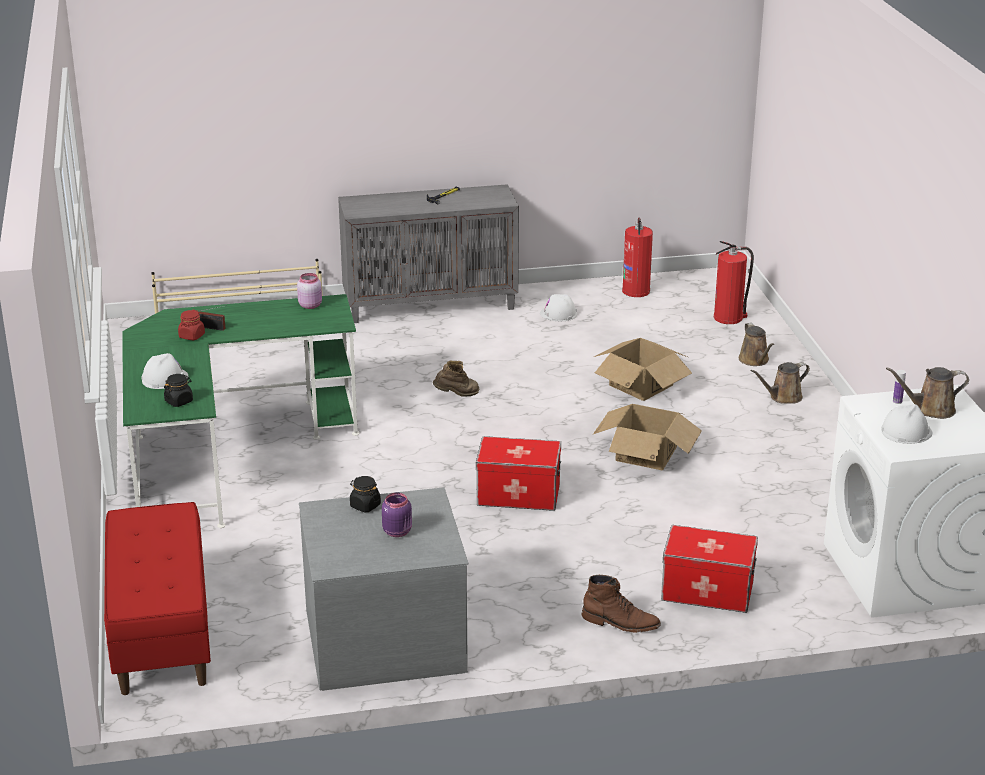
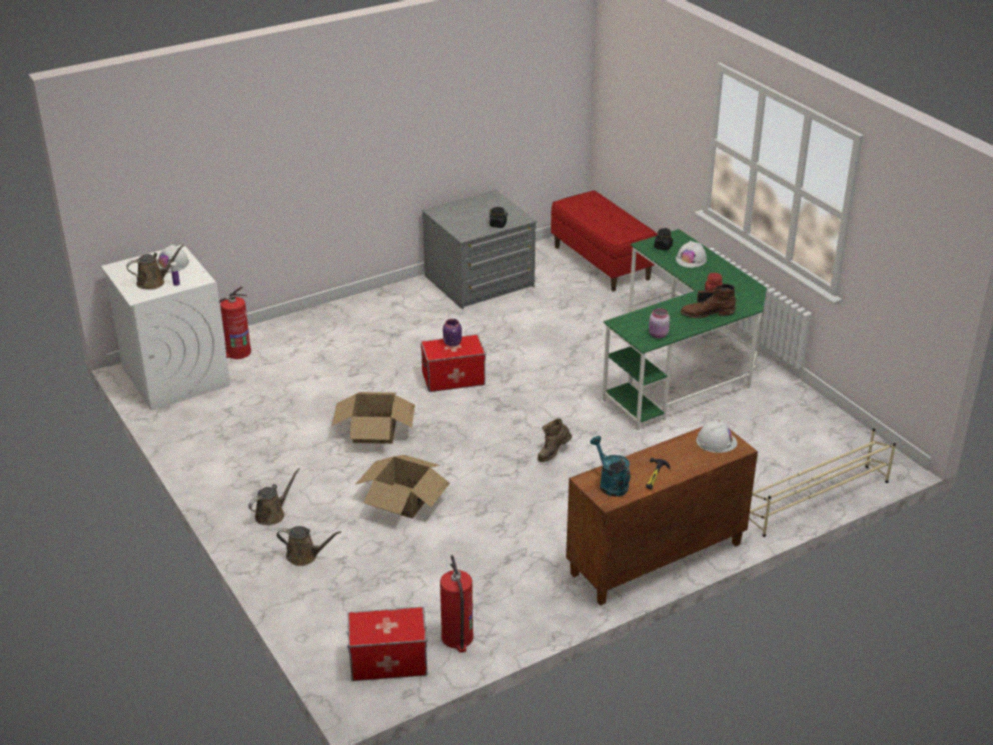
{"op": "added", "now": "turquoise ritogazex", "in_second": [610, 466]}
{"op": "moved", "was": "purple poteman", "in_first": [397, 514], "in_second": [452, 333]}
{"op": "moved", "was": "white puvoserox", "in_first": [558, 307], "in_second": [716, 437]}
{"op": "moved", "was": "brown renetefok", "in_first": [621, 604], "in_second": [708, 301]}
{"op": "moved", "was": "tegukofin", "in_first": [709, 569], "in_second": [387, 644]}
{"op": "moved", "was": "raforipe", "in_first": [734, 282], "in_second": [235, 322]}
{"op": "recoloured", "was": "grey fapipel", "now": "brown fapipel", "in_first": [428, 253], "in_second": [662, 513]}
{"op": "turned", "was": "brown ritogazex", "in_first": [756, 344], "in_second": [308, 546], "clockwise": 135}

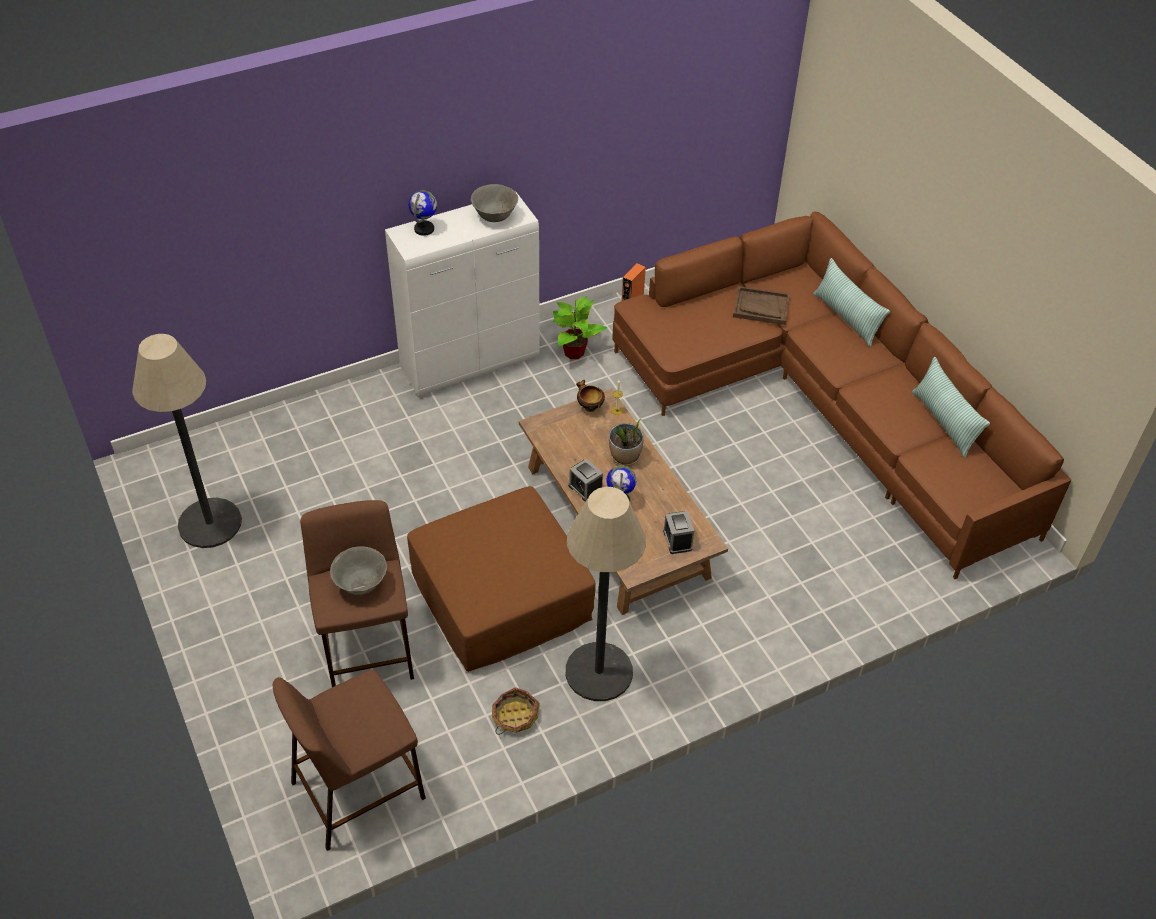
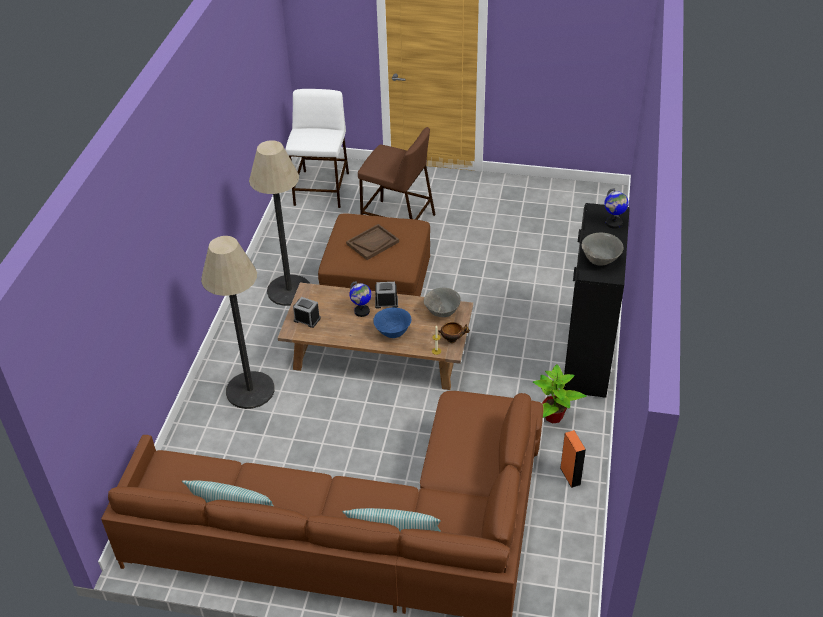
{"op": "removed", "was": "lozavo", "in_first": [516, 711]}
{"op": "moved", "was": "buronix", "in_first": [187, 441], "in_second": [238, 322]}
{"op": "moved", "was": "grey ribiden", "in_first": [358, 570], "in_second": [442, 302]}
{"op": "moved", "was": "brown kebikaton", "in_first": [761, 305], "in_second": [372, 242]}
{"op": "replaced", "was": "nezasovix", "now": "blue ribiden", "in_first": [626, 442], "in_second": [392, 323]}
{"op": "recoloured", "was": "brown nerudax", "now": "white nerudax", "in_first": [349, 760], "in_second": [317, 148]}
{"op": "recoloured", "was": "white fapipel", "now": "black fapipel", "in_first": [462, 294], "in_second": [596, 300]}

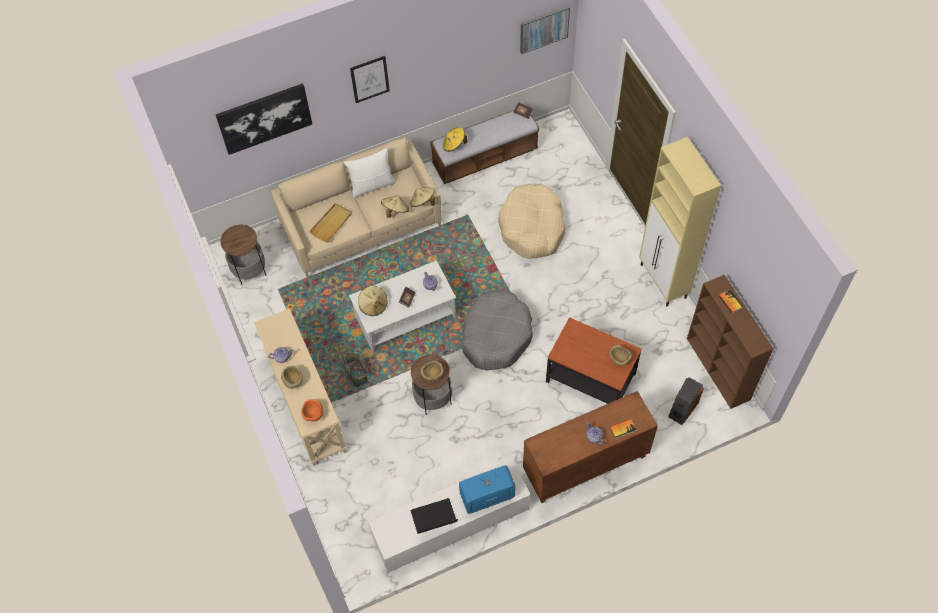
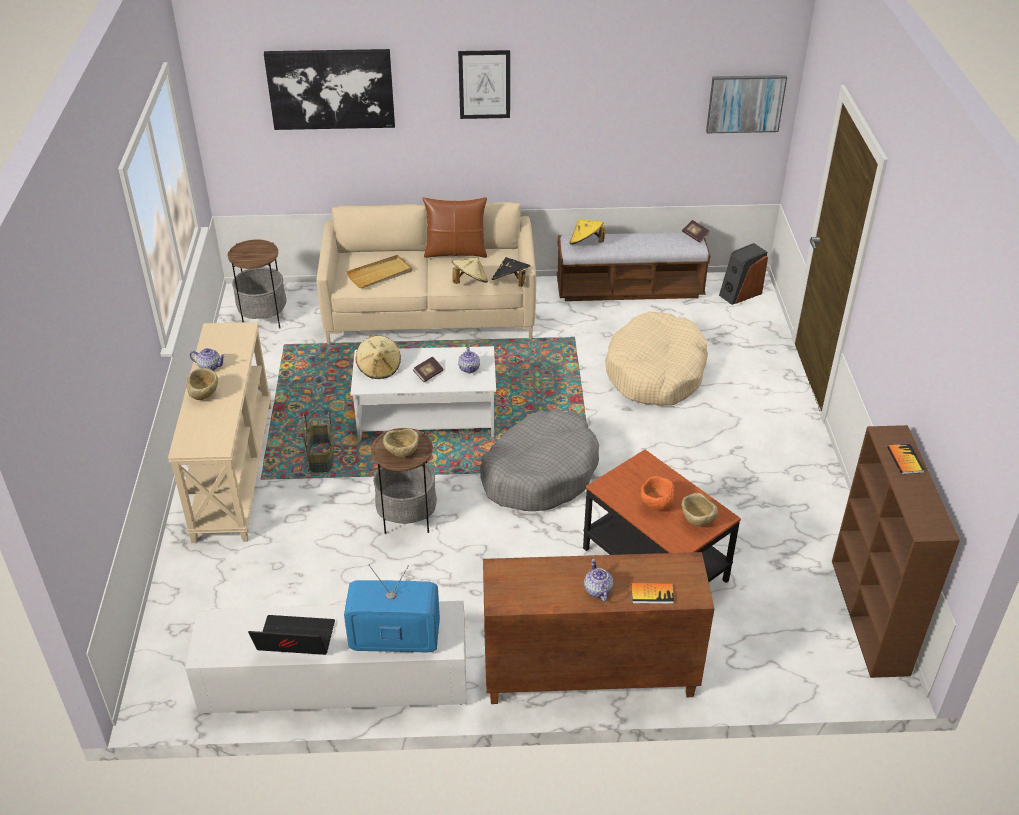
{"op": "removed", "was": "beige fapipel", "in_first": [680, 221]}
{"op": "moved", "was": "orange ribiden", "in_first": [312, 410], "in_second": [658, 493]}
{"op": "moved", "was": "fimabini", "in_first": [686, 401], "in_second": [743, 274]}
{"op": "recoloured", "was": "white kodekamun", "now": "brown kodekamun", "in_first": [369, 172], "in_second": [454, 227]}
{"op": "recoloured", "was": "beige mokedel", "now": "black mokedel", "in_first": [422, 197], "in_second": [511, 272]}

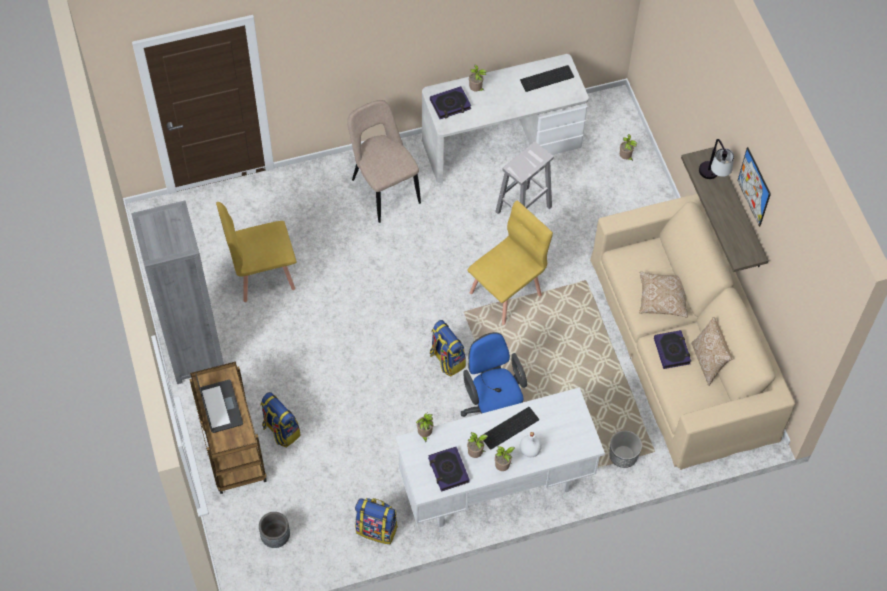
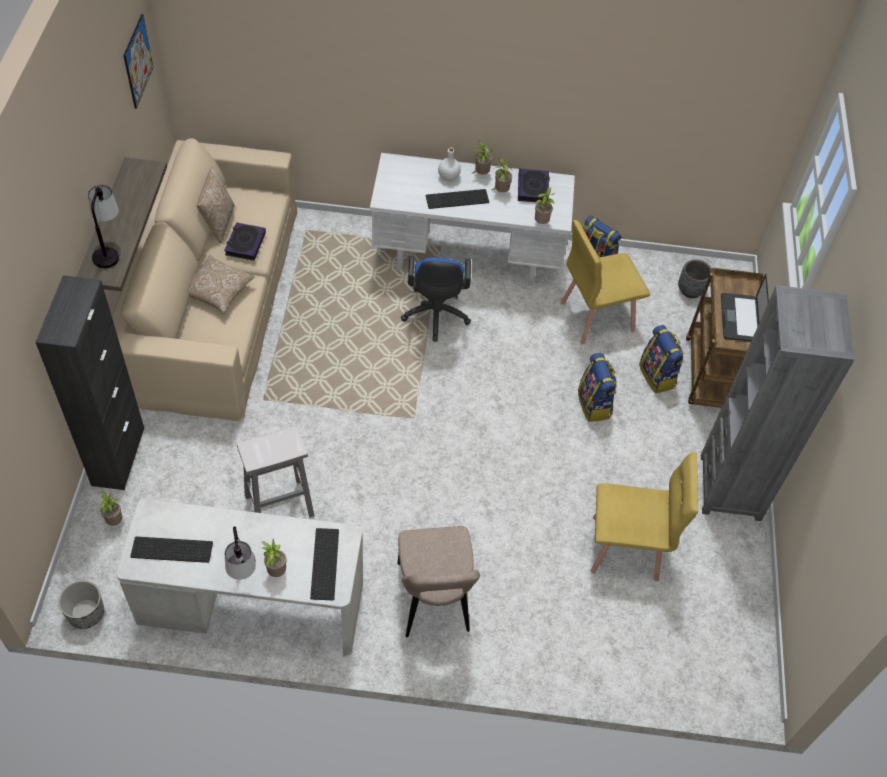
{"op": "added", "now": "black fapipel", "in_second": [89, 382]}
{"op": "added", "now": "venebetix", "in_second": [240, 553]}
{"op": "moved", "was": "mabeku", "in_first": [448, 348], "in_second": [597, 387]}
{"op": "moved", "was": "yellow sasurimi", "in_first": [510, 262], "in_second": [605, 282]}
{"op": "moved", "was": "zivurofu", "in_first": [625, 449], "in_second": [81, 604]}
{"op": "moved", "was": "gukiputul", "in_first": [754, 187], "in_second": [138, 61]}
{"op": "replaced", "was": "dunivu", "now": "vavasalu", "in_first": [450, 102], "in_second": [324, 564]}

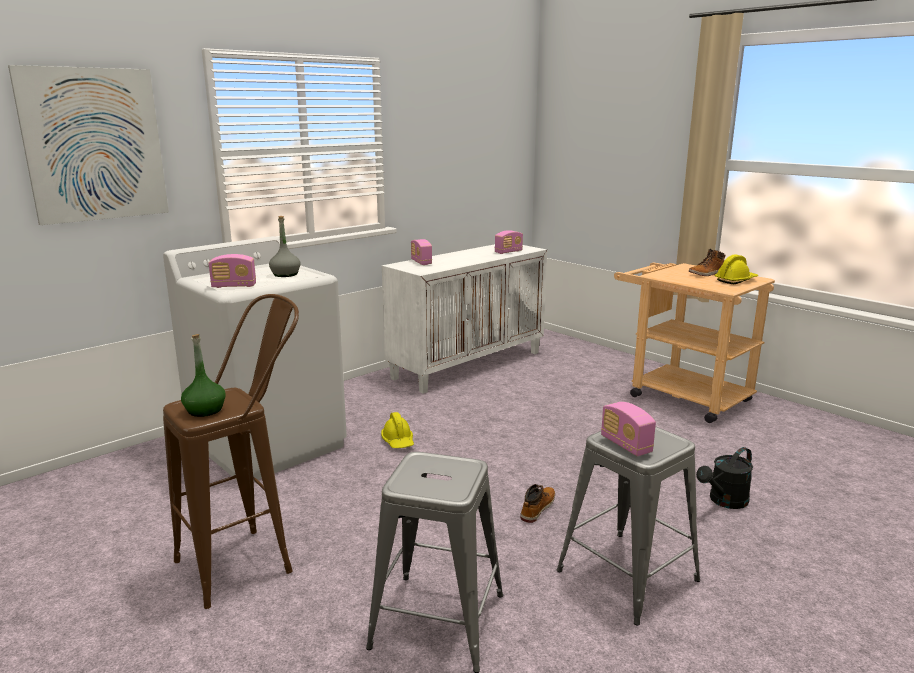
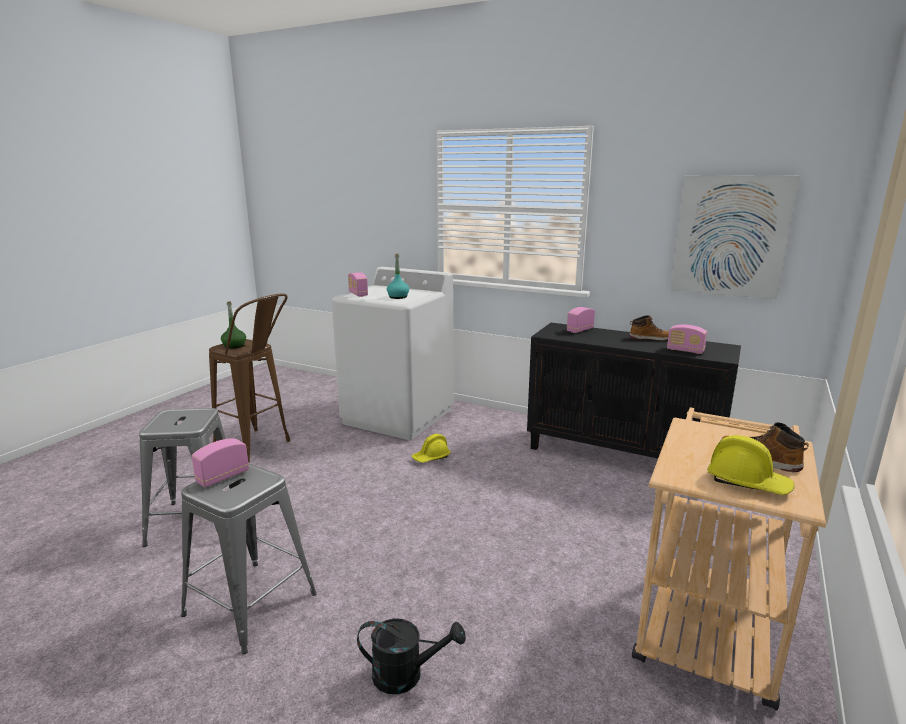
{"op": "moved", "was": "gukiputul", "in_first": [88, 145], "in_second": [735, 237]}
{"op": "moved", "was": "renetefok", "in_first": [537, 503], "in_second": [649, 328]}
{"op": "recoloured", "was": "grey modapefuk", "now": "turquoise modapefuk", "in_first": [285, 246], "in_second": [398, 276]}
{"op": "recoloured", "was": "white fapipel", "now": "black fapipel", "in_first": [464, 319], "in_second": [634, 391]}
{"op": "turned", "was": "black ritogazex", "in_first": [724, 478], "in_second": [411, 656], "clockwise": 150}

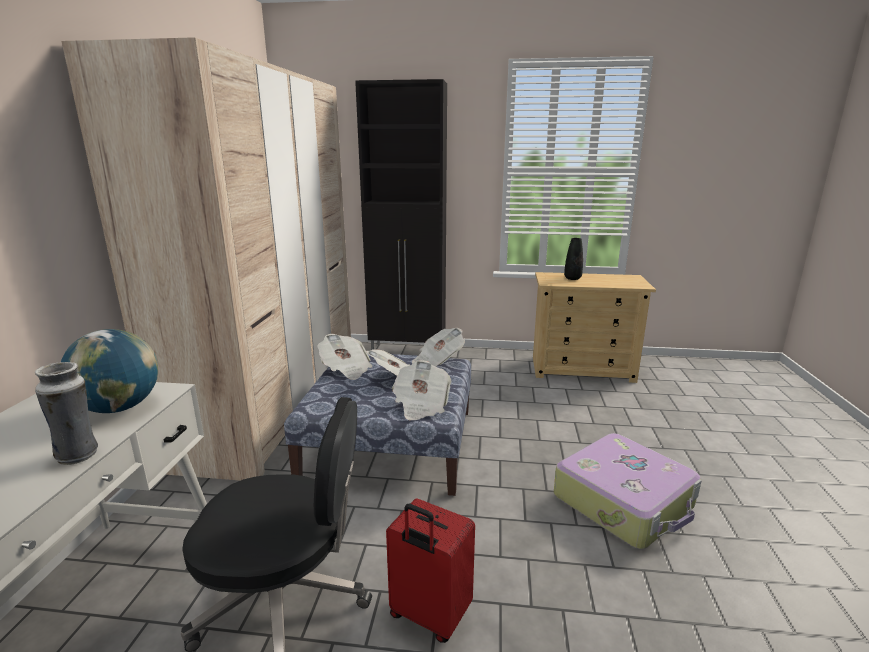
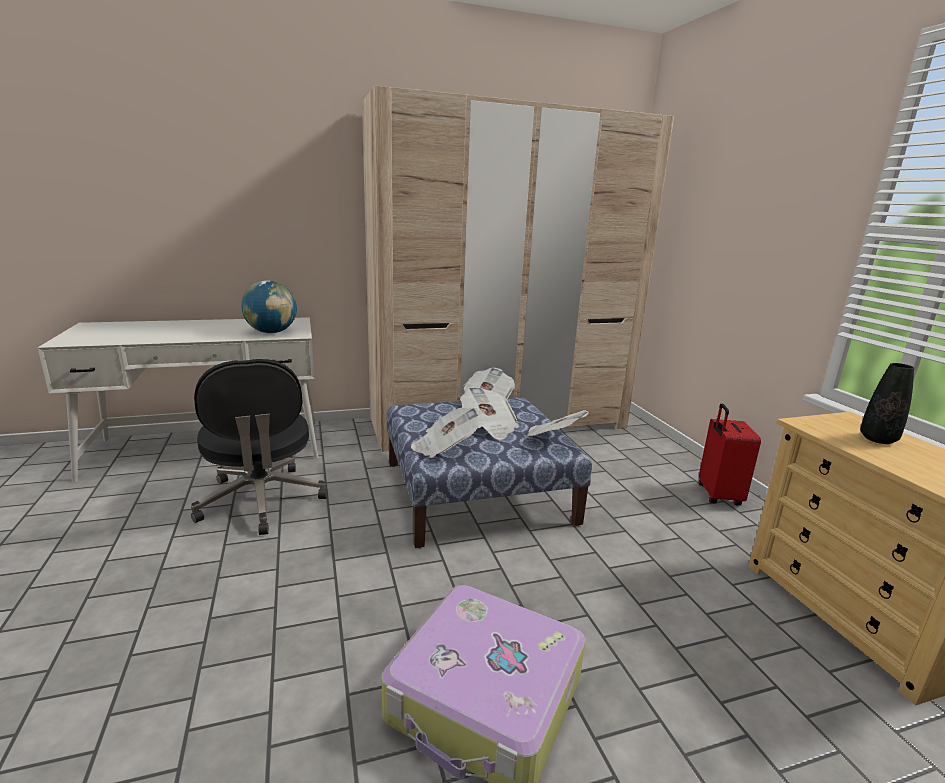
{"op": "removed", "was": "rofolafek", "in_first": [66, 413]}
{"op": "removed", "was": "black fapipel", "in_first": [401, 214]}
{"op": "moved", "was": "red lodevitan", "in_first": [430, 570], "in_second": [730, 455]}

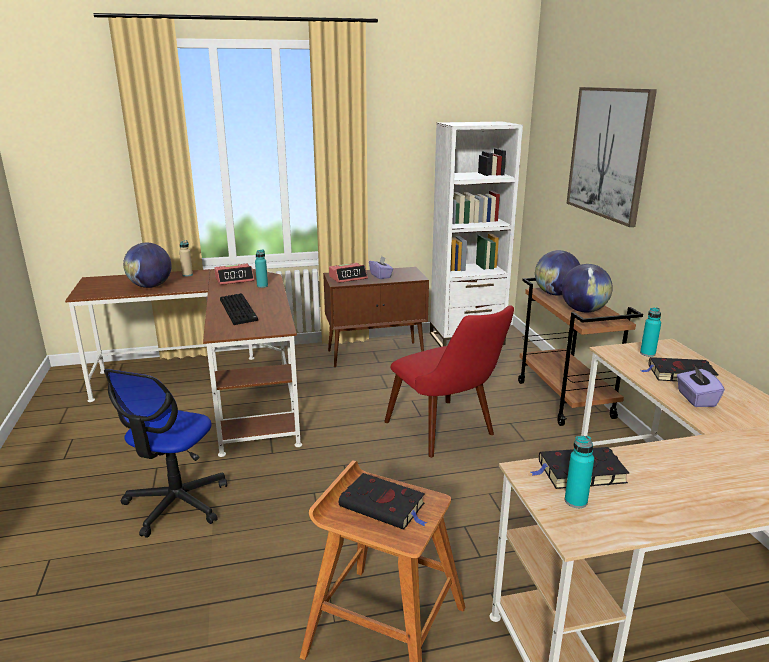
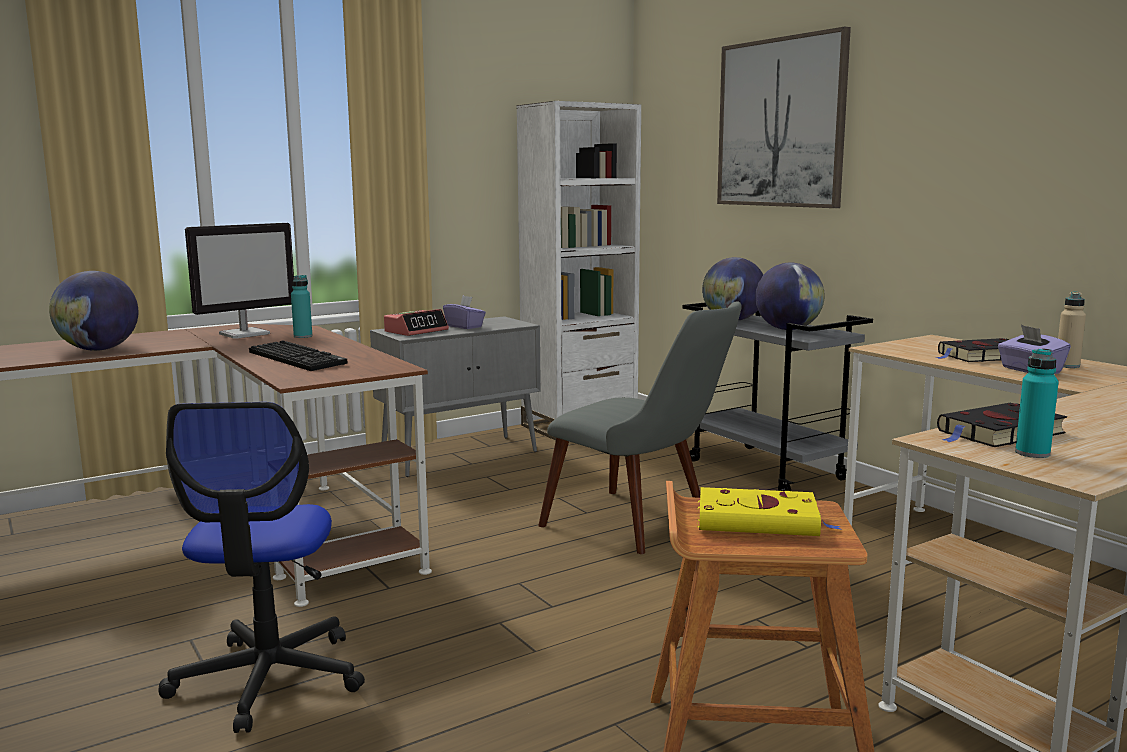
{"op": "removed", "was": "turquoise modapefuk", "in_first": [650, 332]}
{"op": "moved", "was": "beige modapefuk", "in_first": [186, 258], "in_second": [1072, 330]}
{"op": "replaced", "was": "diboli", "now": "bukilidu", "in_first": [234, 274], "in_second": [239, 281]}
{"op": "recoloured", "was": "brown fapipel", "now": "grey fapipel", "in_first": [376, 317], "in_second": [455, 396]}
{"op": "recoloured", "was": "black dunivu", "now": "yellow dunivu", "in_first": [383, 501], "in_second": [768, 511]}
{"op": "recoloured", "was": "red sasurimi", "now": "grey sasurimi", "in_first": [449, 381], "in_second": [640, 427]}
{"op": "recoloured", "was": "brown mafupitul", "now": "grey mafupitul", "in_first": [580, 352], "in_second": [777, 397]}

